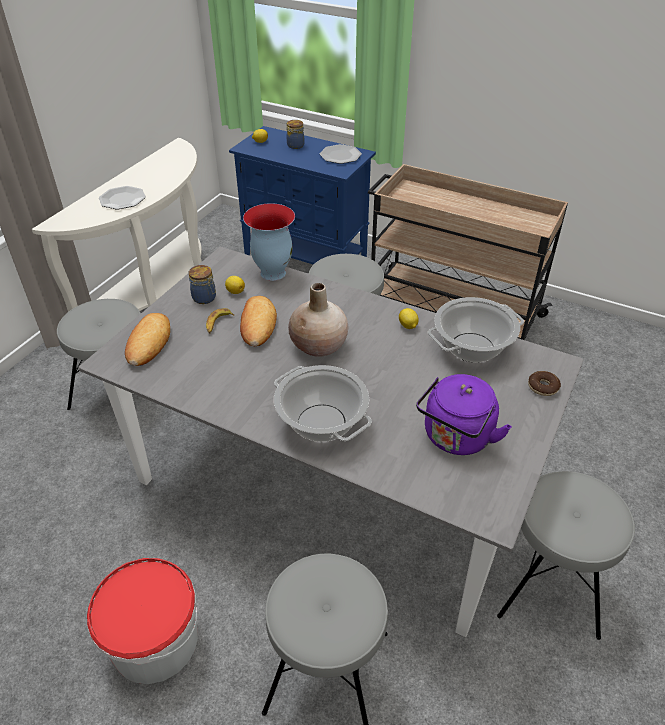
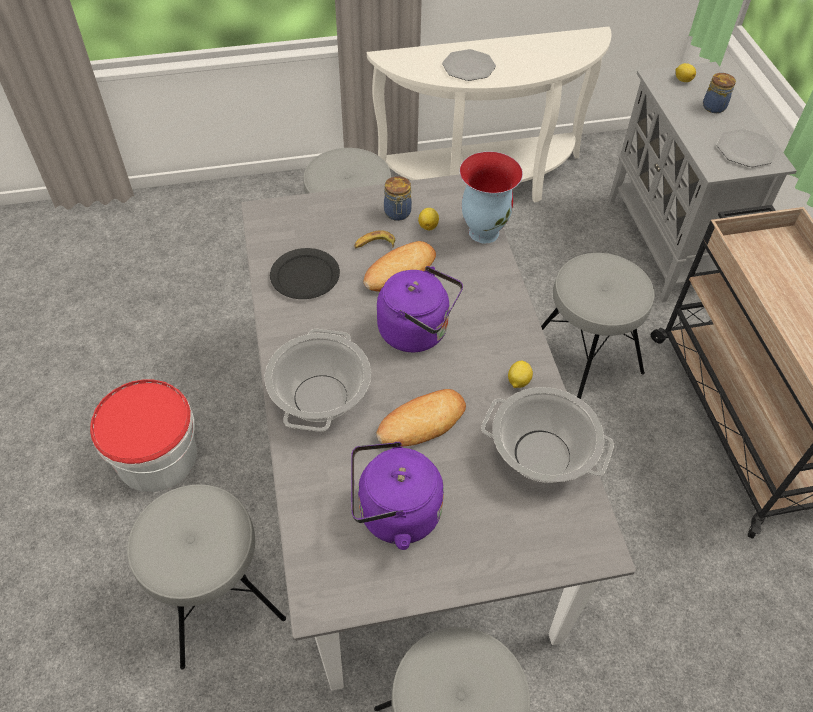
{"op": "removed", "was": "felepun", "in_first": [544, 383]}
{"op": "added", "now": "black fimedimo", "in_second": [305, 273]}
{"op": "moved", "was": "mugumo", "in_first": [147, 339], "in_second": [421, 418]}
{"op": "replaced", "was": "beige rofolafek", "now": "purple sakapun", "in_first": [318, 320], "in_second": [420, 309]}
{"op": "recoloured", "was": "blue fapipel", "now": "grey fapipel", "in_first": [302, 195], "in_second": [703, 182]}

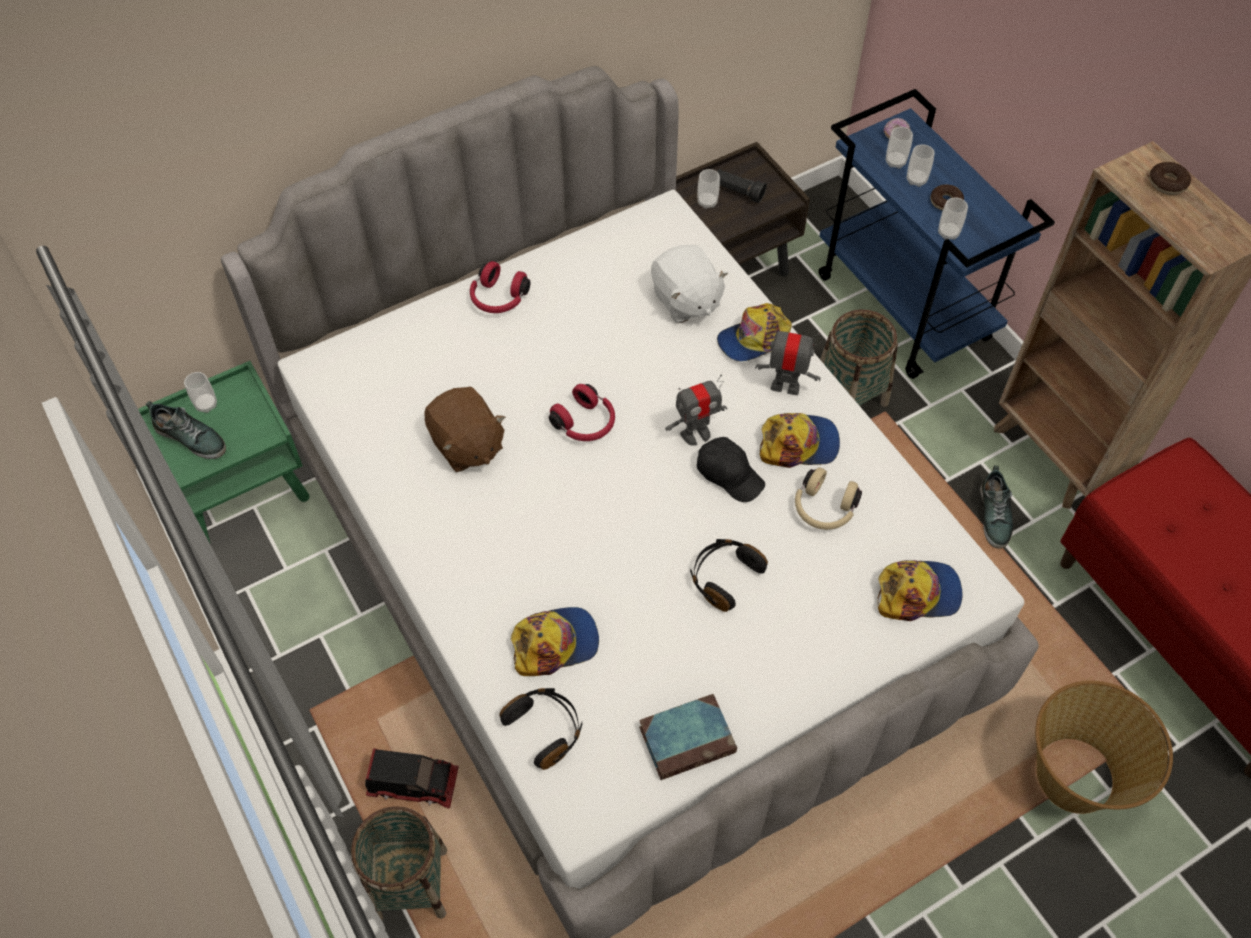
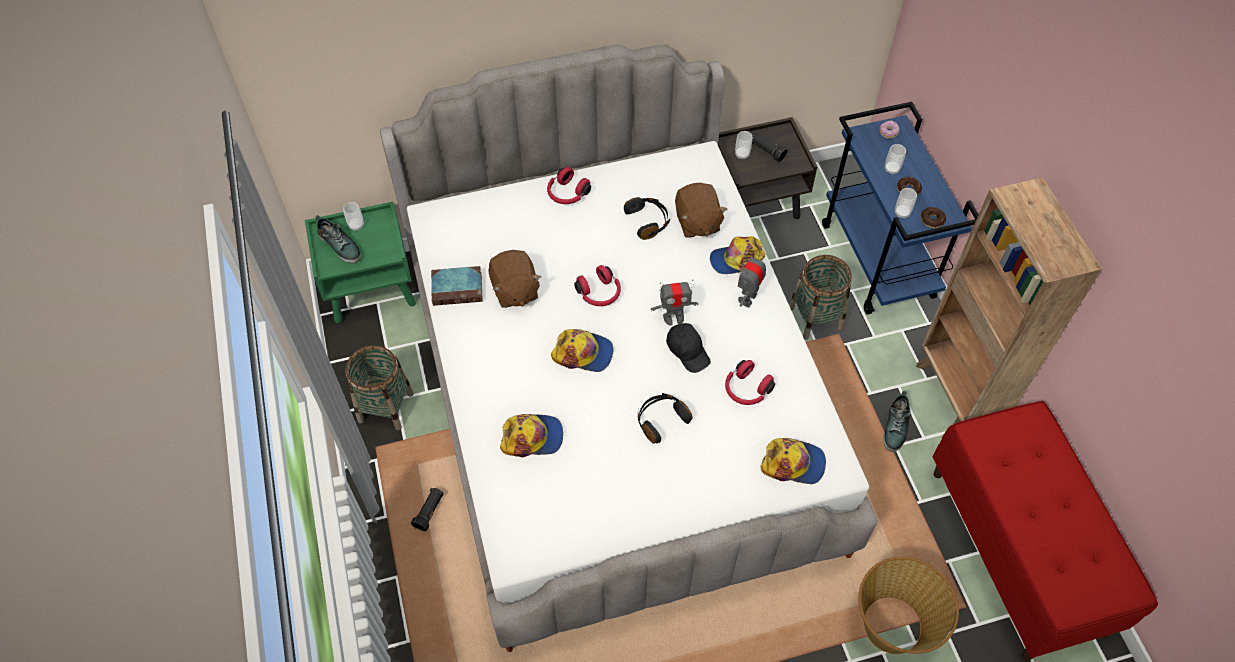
{"op": "removed", "was": "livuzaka", "in_first": [899, 148]}
{"op": "moved", "was": "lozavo", "in_first": [399, 863], "in_second": [380, 387]}
{"op": "moved", "was": "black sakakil", "in_first": [540, 729], "in_second": [647, 218]}
{"op": "moved", "was": "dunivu", "in_first": [688, 737], "in_second": [457, 286]}
{"op": "moved", "was": "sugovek", "in_first": [799, 440], "in_second": [582, 350]}
{"op": "moved", "was": "felepun", "in_first": [1170, 178], "in_second": [933, 218]}
{"op": "replaced", "was": "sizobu", "now": "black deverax", "in_first": [412, 778], "in_second": [427, 510]}
{"op": "recoloured", "was": "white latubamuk", "now": "brown latubamuk", "in_first": [689, 284], "in_second": [701, 210]}
{"op": "recoloured", "was": "beige sakakil", "now": "red sakakil", "in_first": [828, 498], "in_second": [750, 382]}
{"op": "turned", "was": "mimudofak", "in_first": [788, 360], "in_second": [752, 278], "clockwise": -90}

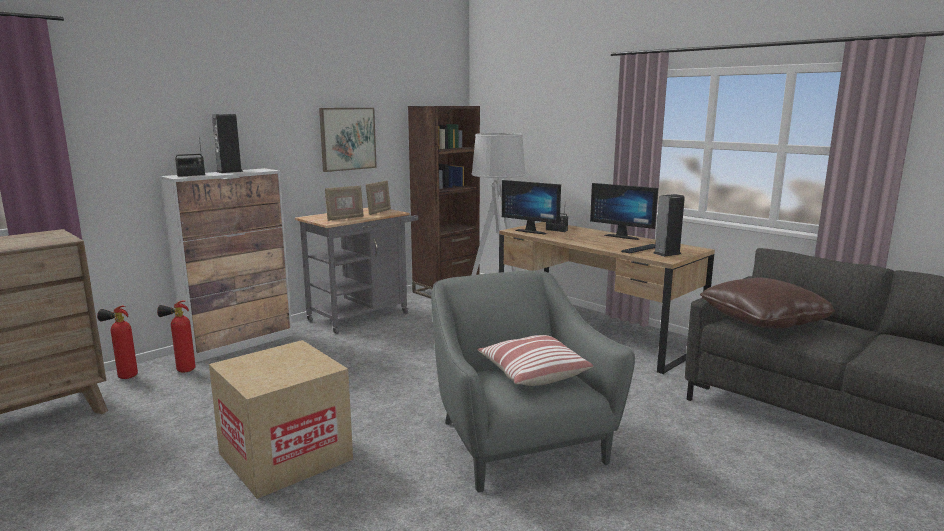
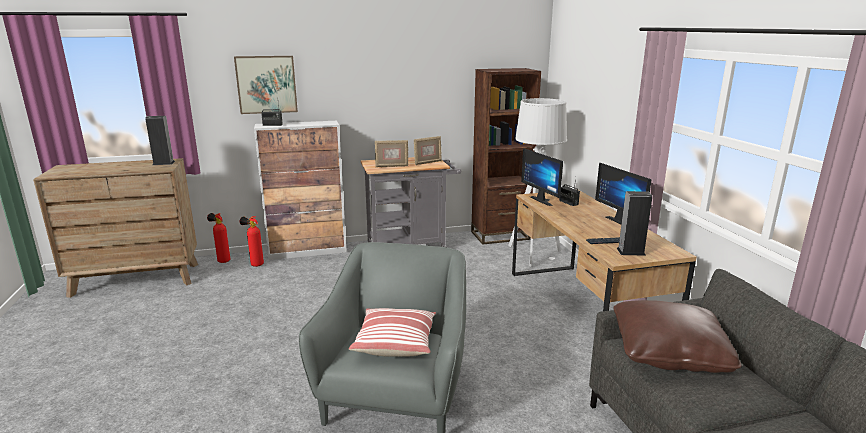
{"op": "removed", "was": "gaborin", "in_first": [281, 419]}
{"op": "moved", "was": "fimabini", "in_first": [227, 143], "in_second": [160, 140]}
{"op": "moved", "was": "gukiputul", "in_first": [348, 140], "in_second": [266, 85]}

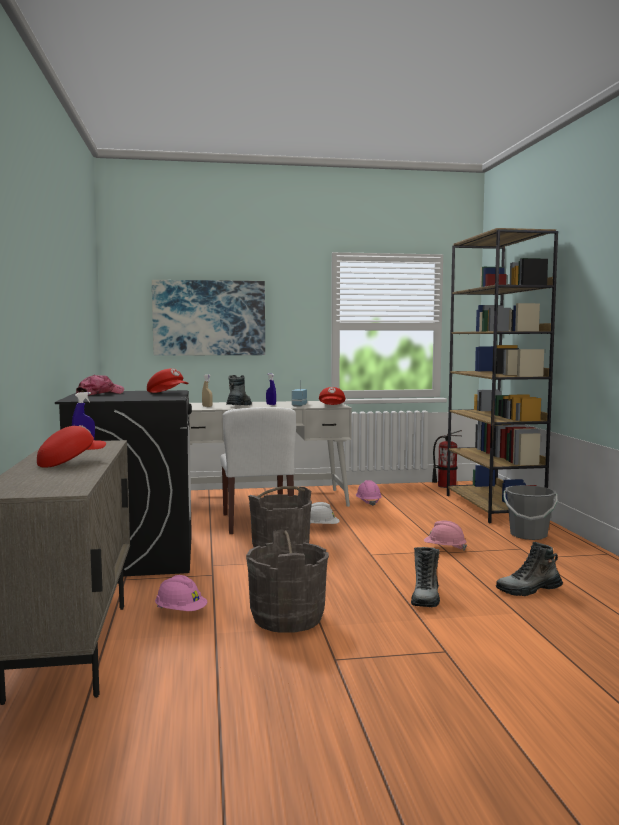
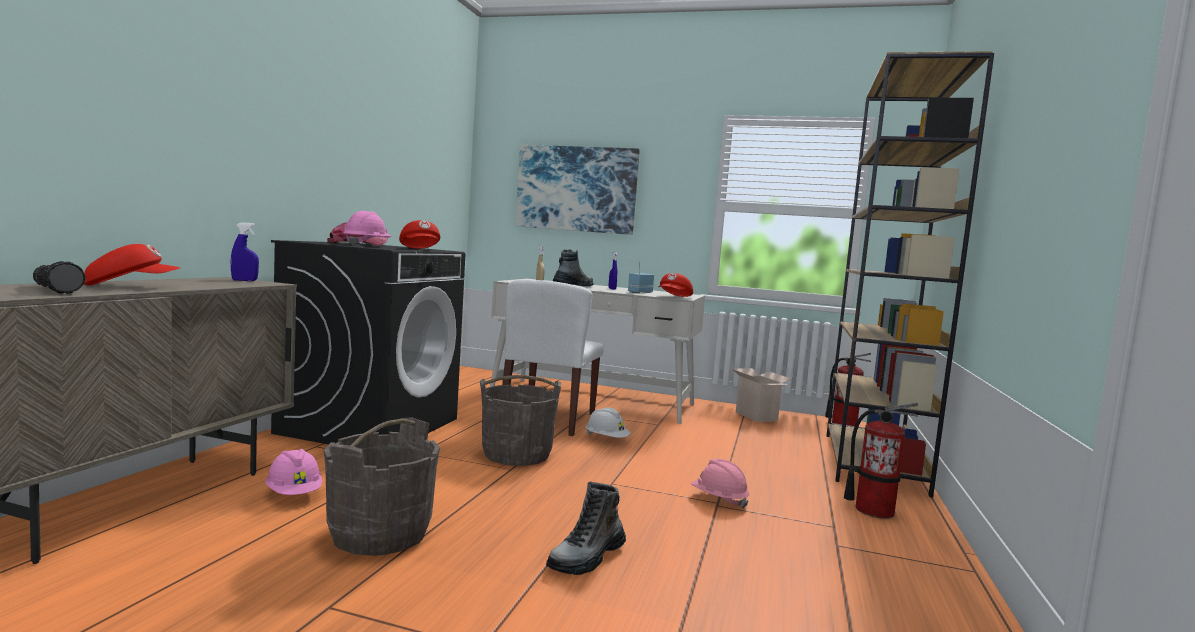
{"op": "removed", "was": "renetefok", "in_first": [529, 569]}
{"op": "added", "now": "deverax", "in_second": [59, 277]}
{"op": "added", "now": "gaborin", "in_second": [761, 395]}
{"op": "moved", "was": "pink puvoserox", "in_first": [369, 493], "in_second": [368, 228]}
{"op": "replaced", "was": "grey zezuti", "now": "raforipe", "in_first": [530, 512], "in_second": [881, 461]}

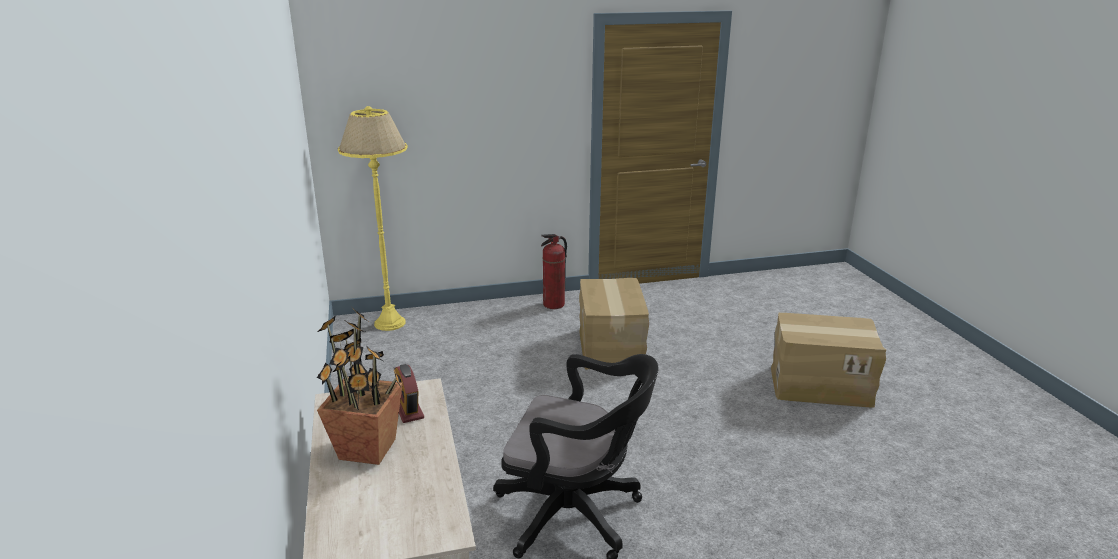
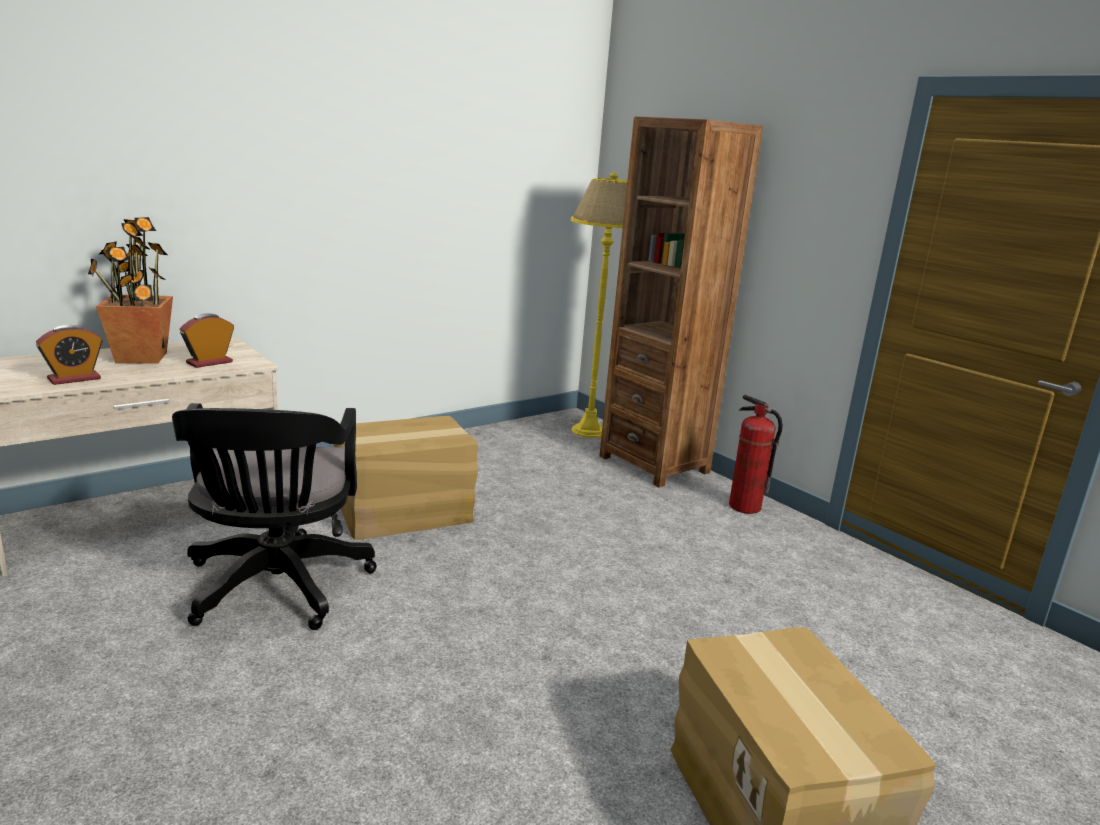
{"op": "added", "now": "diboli", "in_second": [69, 355]}
{"op": "added", "now": "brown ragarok", "in_second": [681, 302]}
{"op": "moved", "was": "gaborin", "in_first": [614, 324], "in_second": [406, 478]}

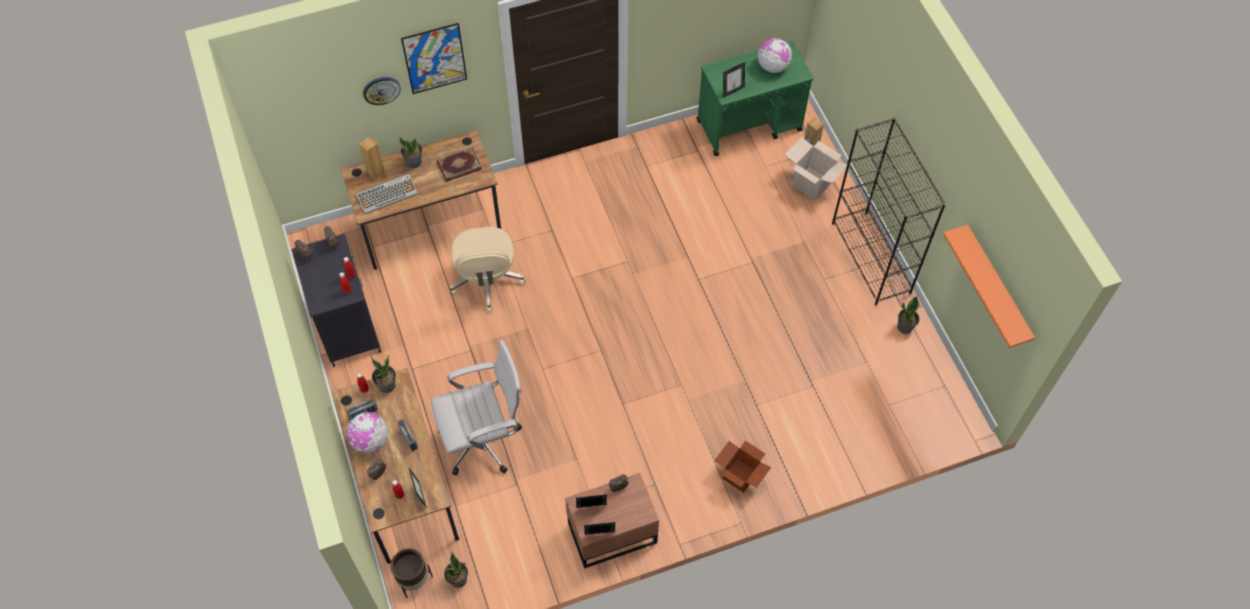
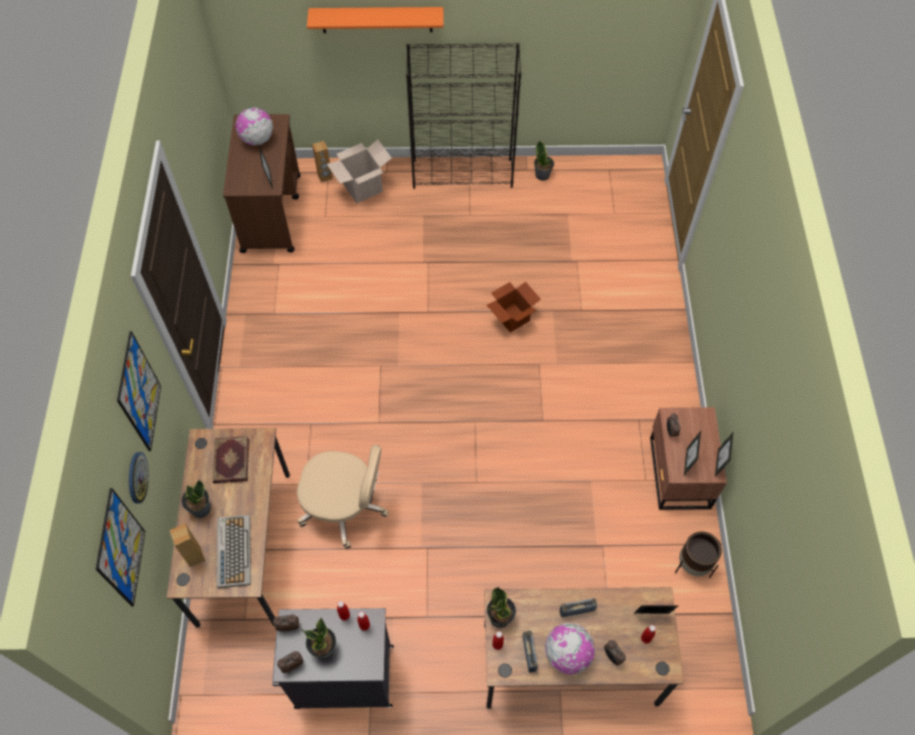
{"op": "removed", "was": "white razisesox", "in_first": [476, 407]}
{"op": "added", "now": "gukiputul", "in_second": [120, 547]}
{"op": "moved", "was": "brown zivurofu", "in_first": [412, 573], "in_second": [698, 555]}
{"op": "moved", "was": "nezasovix", "in_first": [456, 570], "in_second": [319, 638]}
{"op": "moved", "was": "gaborin", "in_first": [742, 467], "in_second": [514, 307]}
{"op": "moved", "was": "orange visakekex", "in_first": [989, 286], "in_second": [375, 20]}
{"op": "recoloured", "was": "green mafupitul", "now": "brown mafupitul", "in_first": [755, 98], "in_second": [262, 183]}

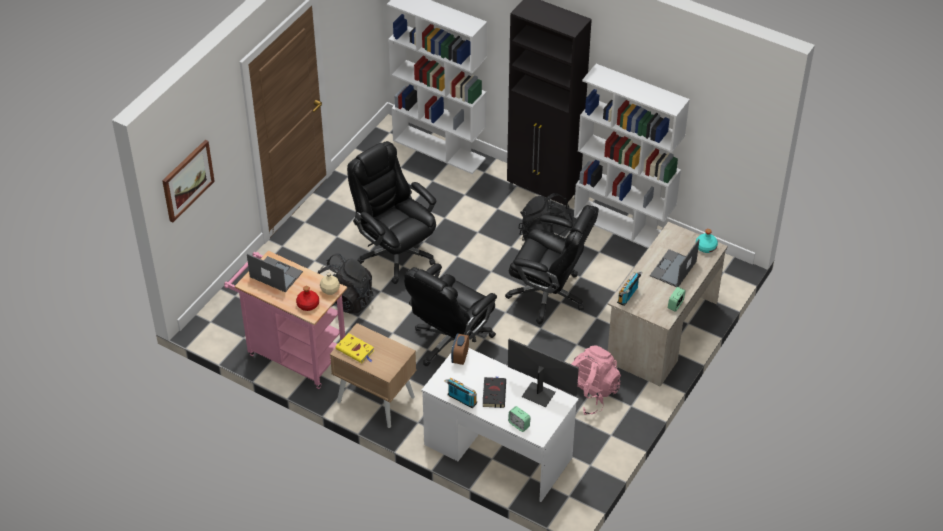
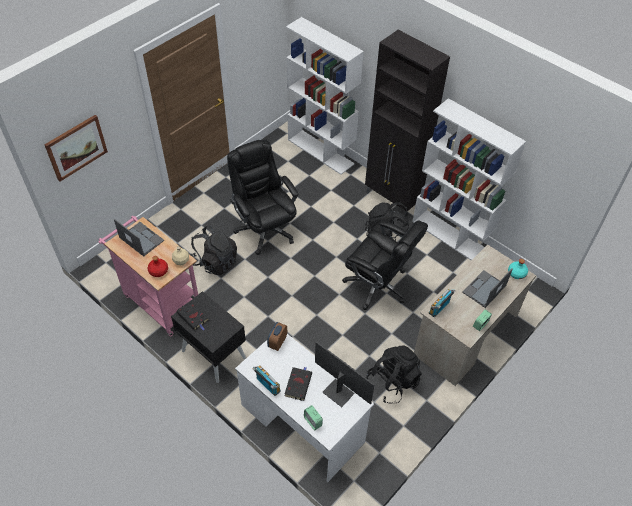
{"op": "removed", "was": "black razisesox", "in_first": [450, 314]}
{"op": "recoloured", "was": "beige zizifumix", "now": "black zizifumix", "in_first": [373, 375], "in_second": [208, 337]}
{"op": "recoloured", "was": "yellow dunivu", "now": "black dunivu", "in_first": [354, 348], "in_second": [193, 315]}
{"op": "recoloured", "was": "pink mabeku", "now": "black mabeku", "in_first": [590, 380], "in_second": [394, 374]}

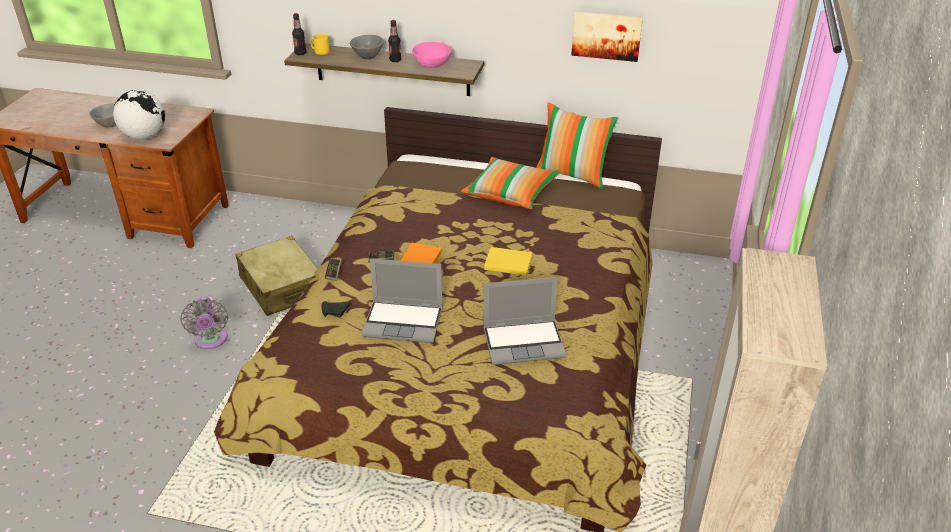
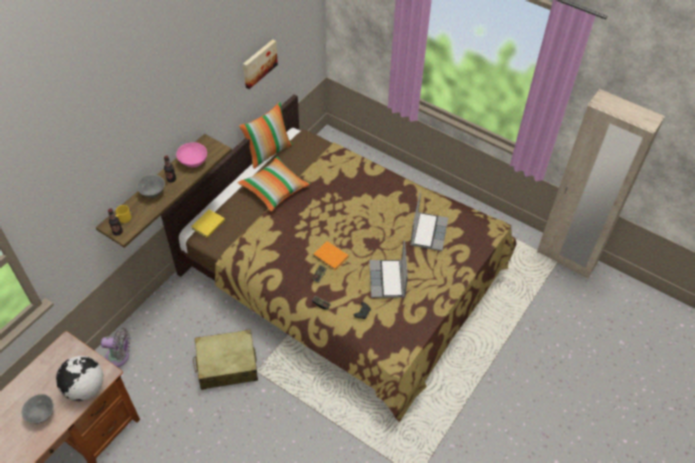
{"op": "moved", "was": "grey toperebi", "in_first": [204, 323], "in_second": [115, 347]}
{"op": "moved", "was": "yellow dunivu", "in_first": [508, 261], "in_second": [208, 223]}
{"op": "turned", "was": "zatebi", "in_first": [402, 300], "in_second": [388, 269], "clockwise": 150}

